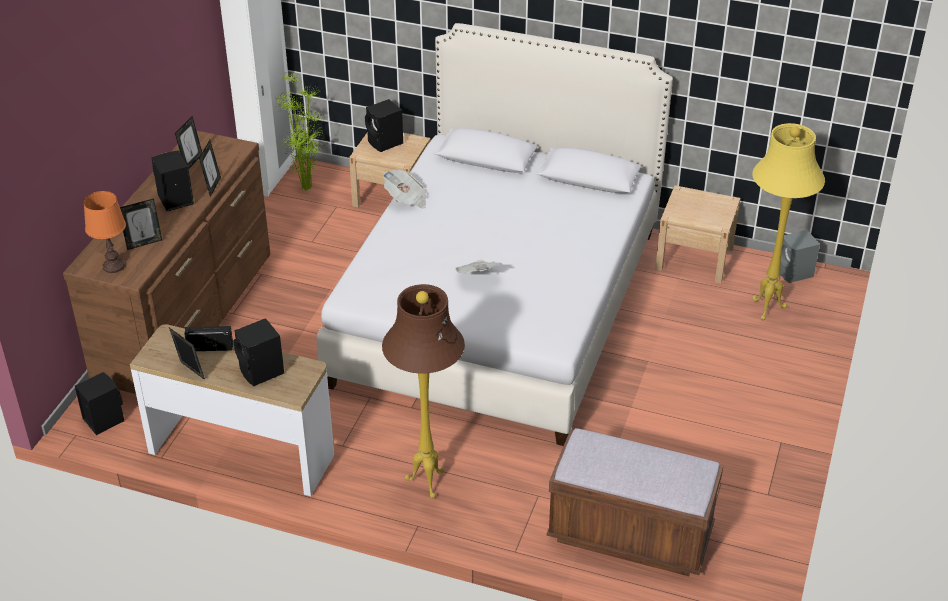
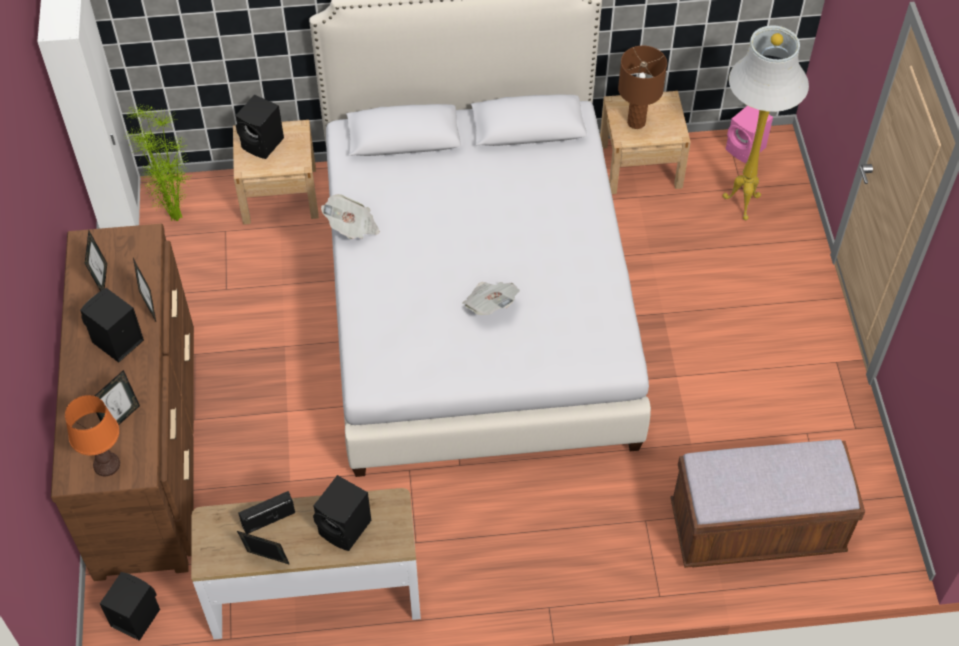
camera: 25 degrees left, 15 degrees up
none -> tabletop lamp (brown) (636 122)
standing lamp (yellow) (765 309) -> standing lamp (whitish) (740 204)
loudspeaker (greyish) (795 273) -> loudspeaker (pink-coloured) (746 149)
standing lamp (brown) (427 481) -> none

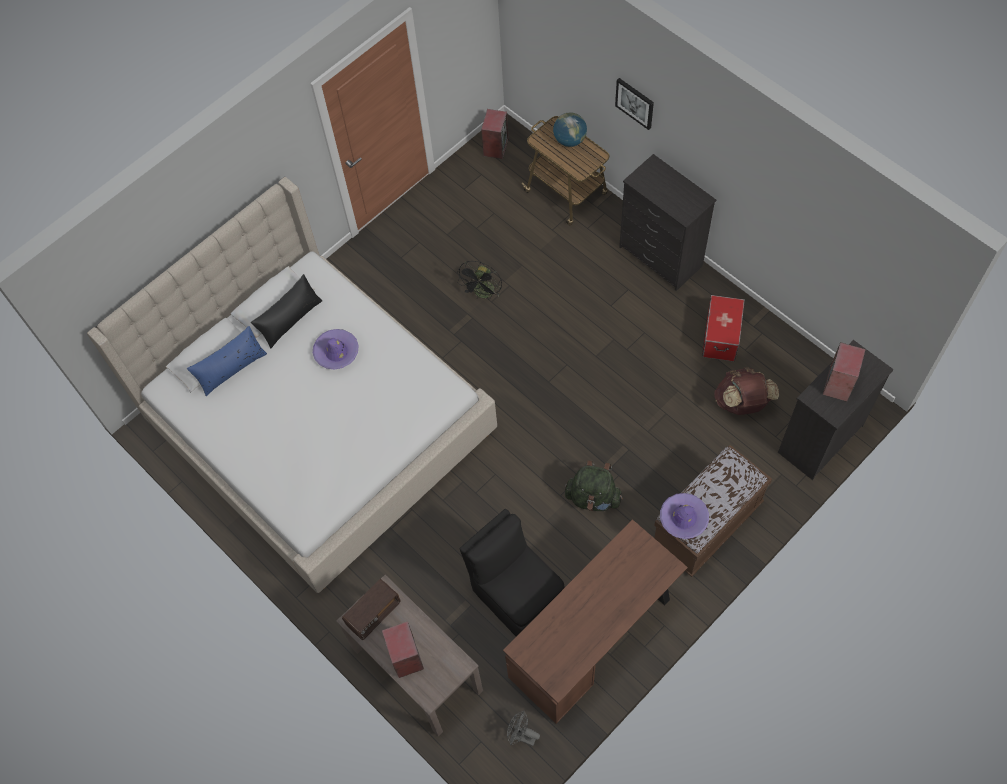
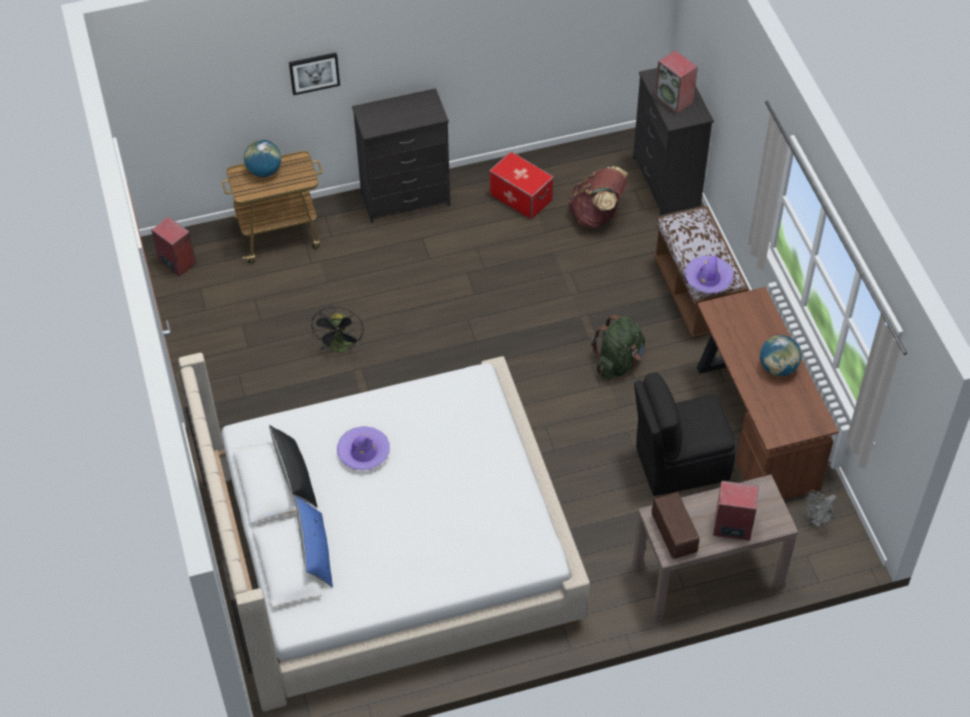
camera: 65 degrees left, 10 degrees down
fan (blackish) (483 294) -> fan (blackish) (341 348), 45 degrees clockwise
none -> globe (778 368)

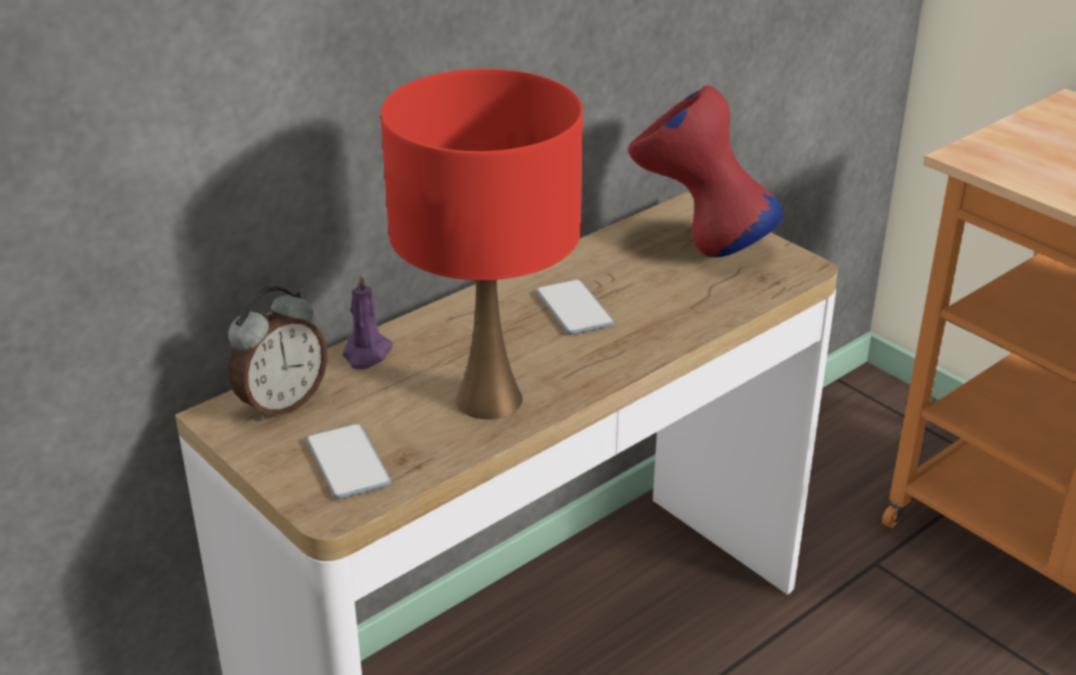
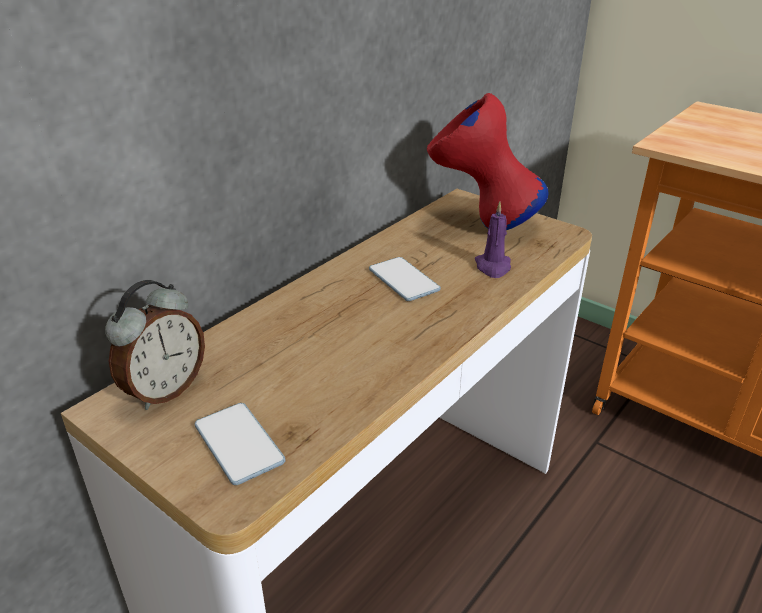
camera: 10 degrees left, 0 degrees up
candle (purplish) (366 354) -> candle (purplish) (493 267), move
tabletop lamp (red-coloured) (488 400) -> none

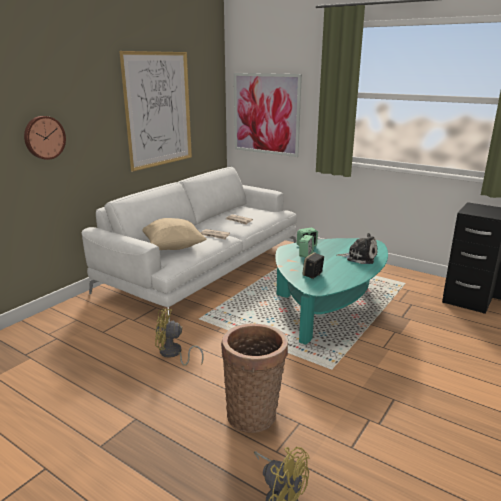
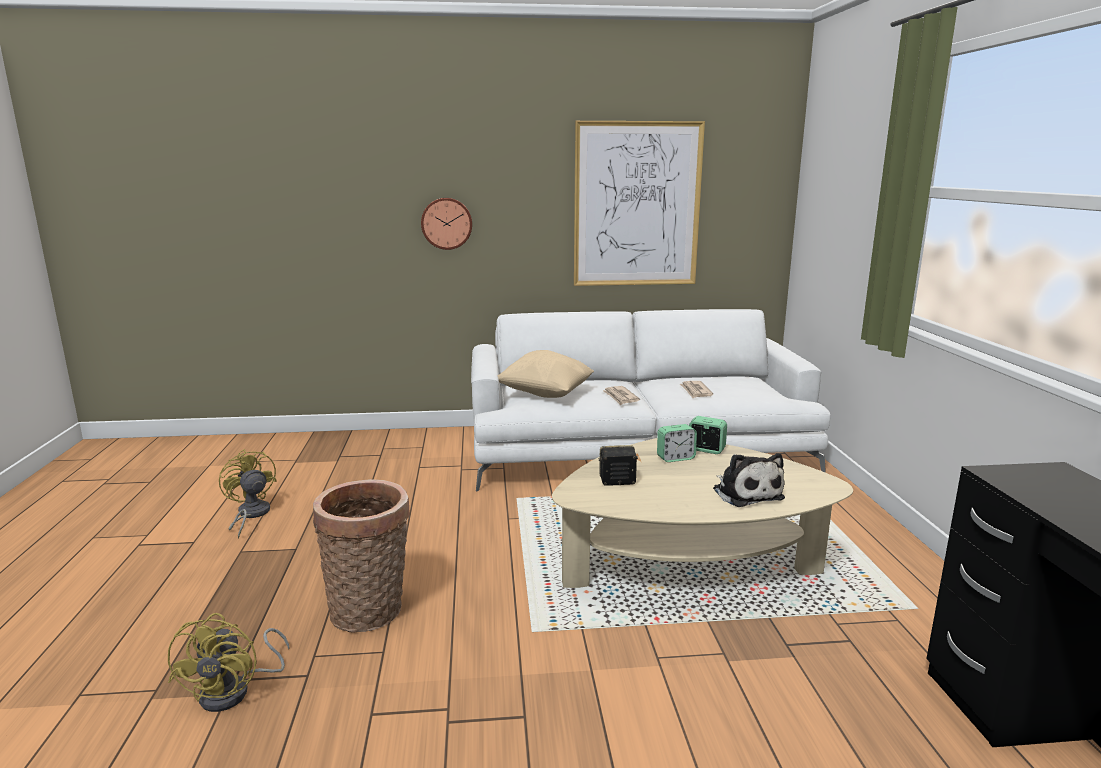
camera: 50 degrees right, 5 degrees down
fan (yellow) (173 354) -> fan (yellow) (250 515), move
low table (blue-green) (328 309) -> low table (sand-coloured) (689 569)
wall art (266 114) -> none

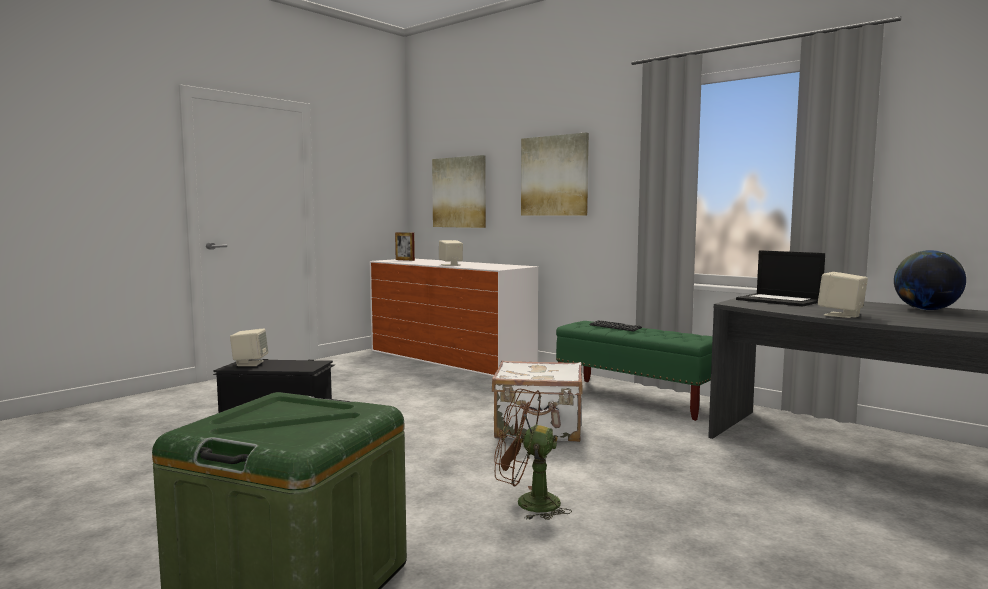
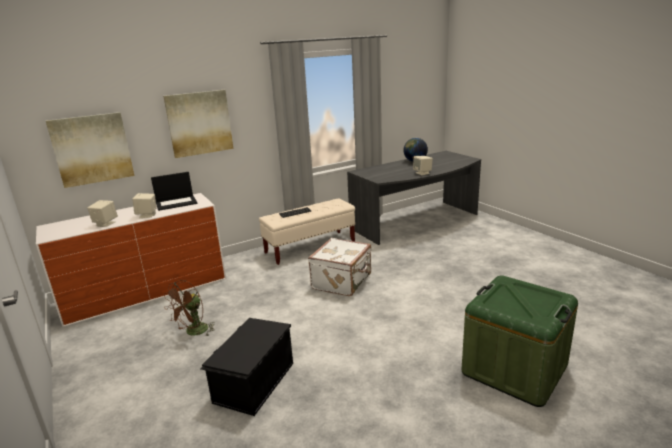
camera: 70 degrees left, 15 degrees up
loudspeaker (sand-coloured) (250 363) -> loudspeaker (sand-coloured) (105 223), move
portable computer (780 300) -> portable computer (176 203), move
fan (brown) (528 503) -> fan (brown) (193 332), move
indoor bench (greenish) (635 399) -> indoor bench (sand-coloured) (310 247)
picture frame (405 260) -> none

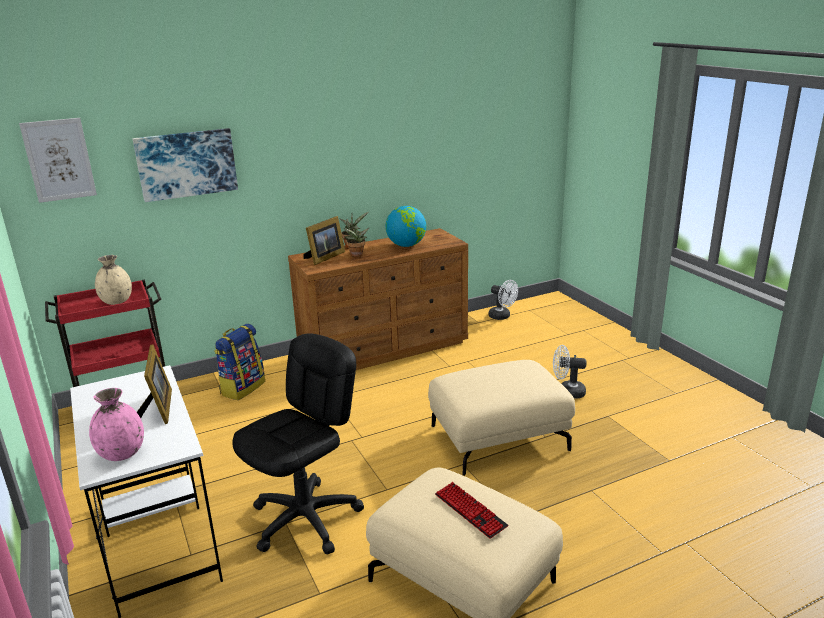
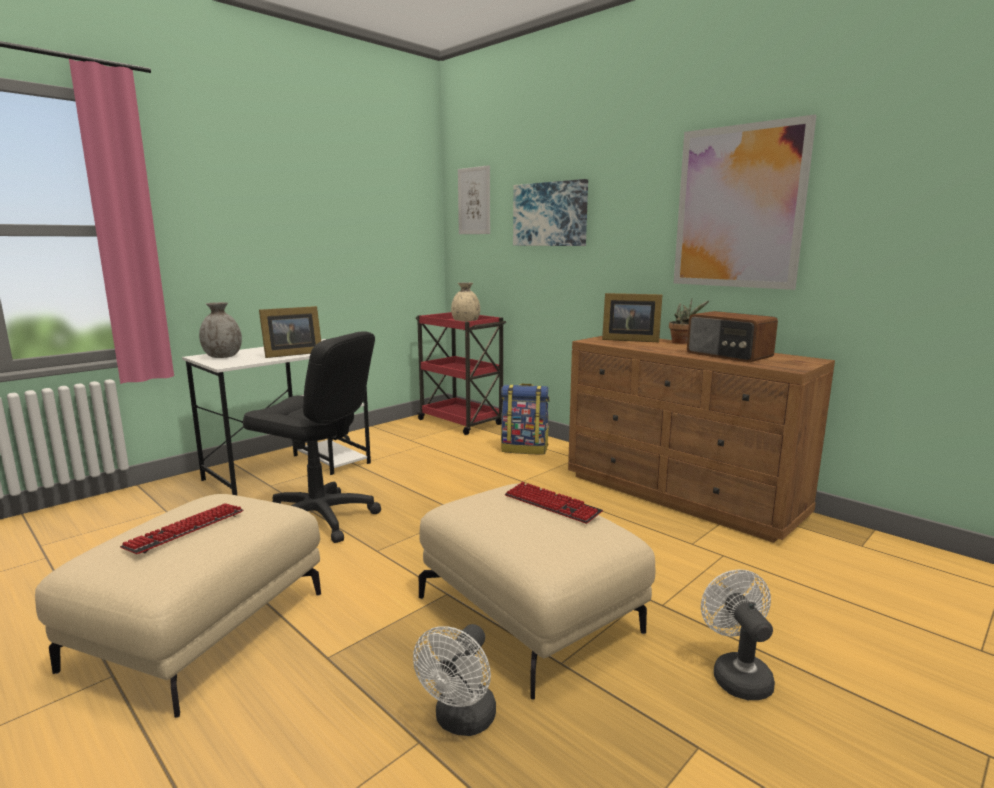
camera: 70 degrees right, 10 degrees down
decorative vase (pink-coloured) (122 454) -> decorative vase (greyish) (222 357)
fan (whitish) (502 316) -> fan (whitish) (461 722), move
none -> PC keyboard (552 504)
none -> wall art (738 207)
globe (406 245) -> radio (728 355)
potted plant (356 255) -> none

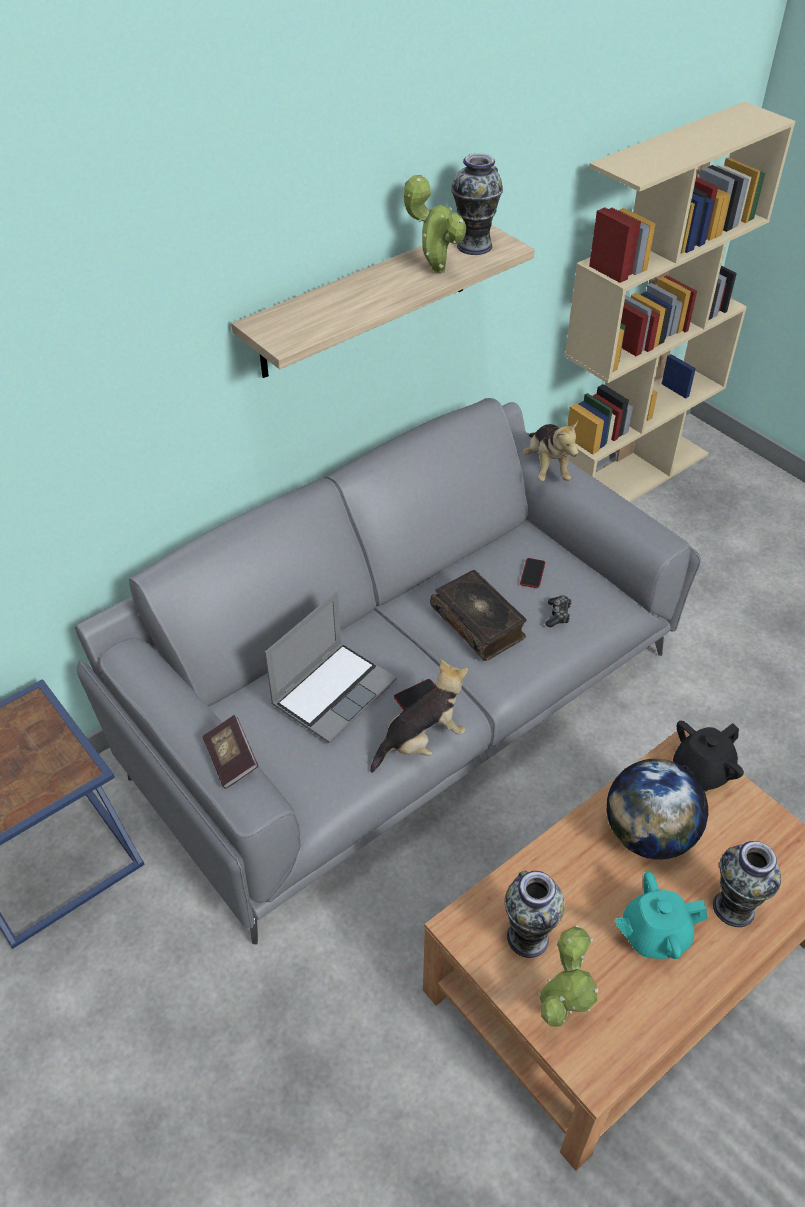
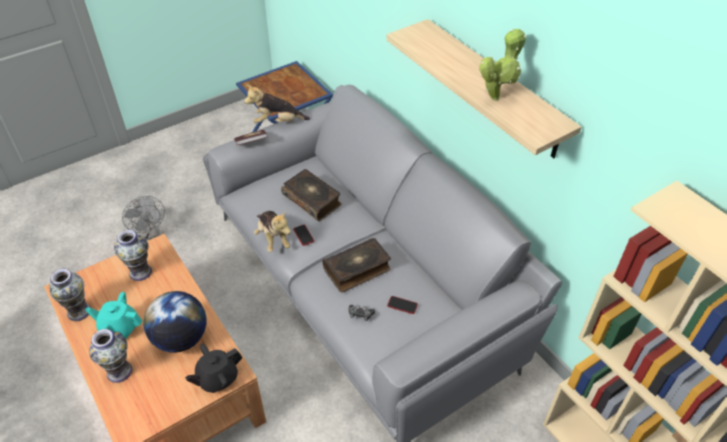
camera: 95 degrees right, 0 degrees up
decorative vase (474 246) -> decorative vase (78 311), move
tea pot (blue-green) (654 934) -> tea pot (blue-green) (120 327), 75 degrees counterclockwise
none -> fan (greyish) (150 233)
tea pot (blackish) (700 771) -> tea pot (blackish) (217 378), 90 degrees counterclockwise
plush toy (547 467) -> plush toy (277 122), move
portable computer (333 691) -> volume (312 200)
potted plant (560 1010) -> none

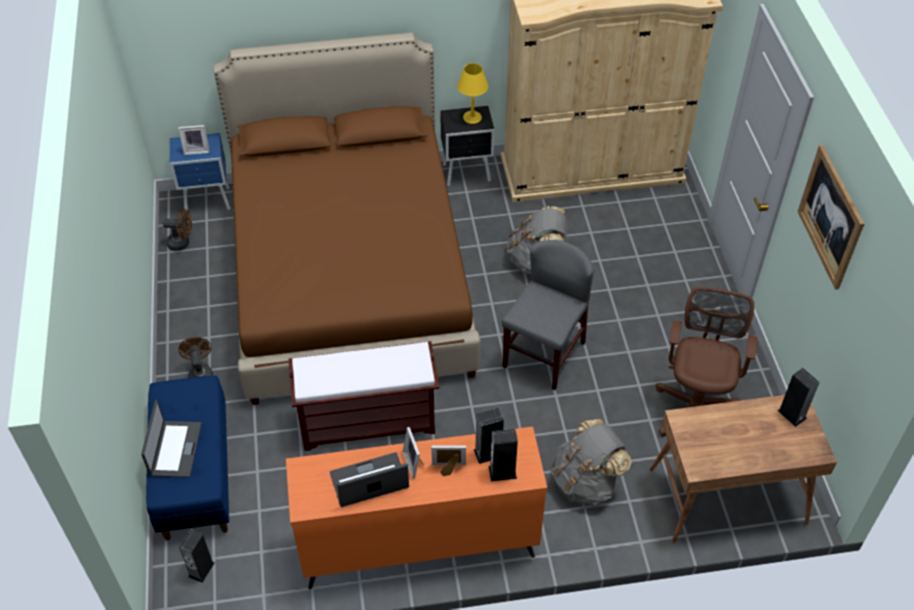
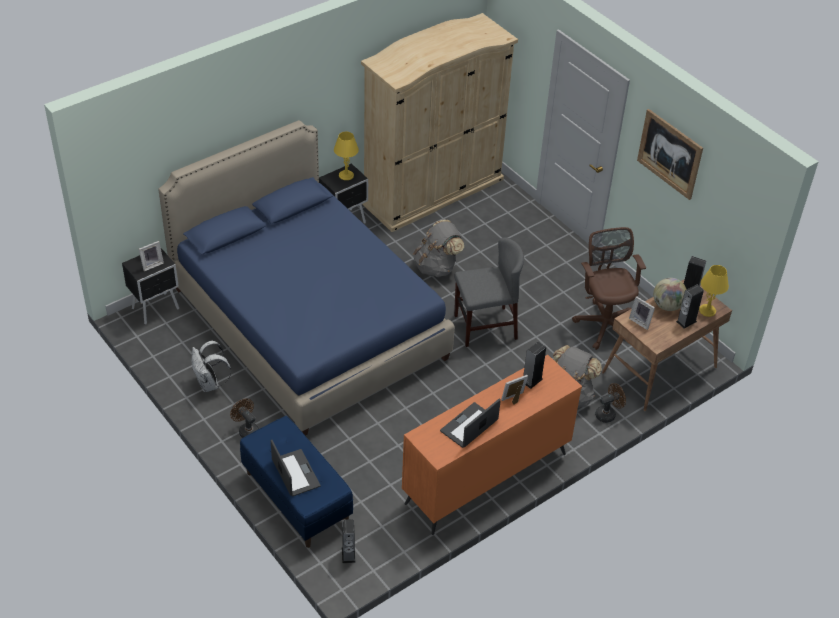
camera: 30 degrees left, 5 degrees down
night table (blue) (208 201) -> night table (blackish) (157 308)
bed (brown) (349 275) -> bed (blue) (308 323)
none -> knapsack (whitish) (210 384)
plain chair (greyish) (544 355) -> plain chair (greyish) (485 327), 75 degrees clockwise
fan (brown) (182 243) -> fan (brown) (608 414), move
picture frame (414 463) -> picture frame (640 321), move
none -> globe (667 306)
loudspeaker (502 472) -> loudspeaker (686 321), move
none -> tabletop lamp (yellow) (707 310)
indoor bench (brown) (369 421) -> none

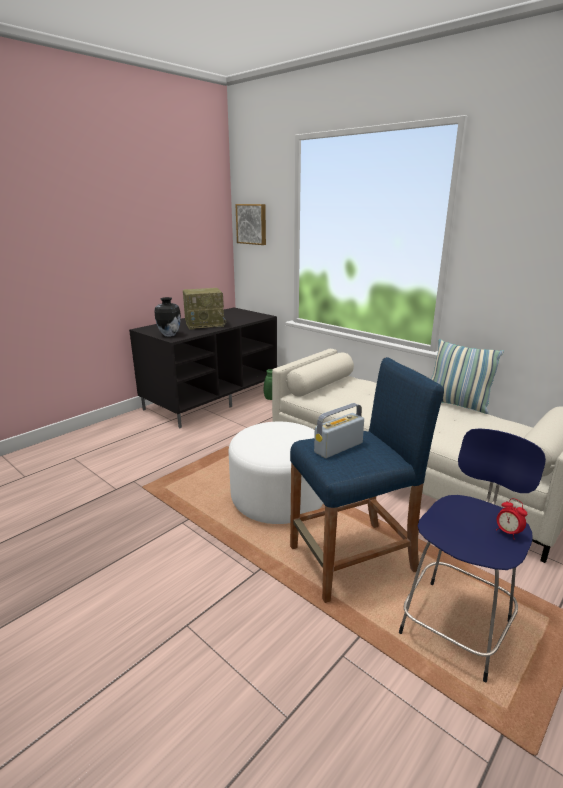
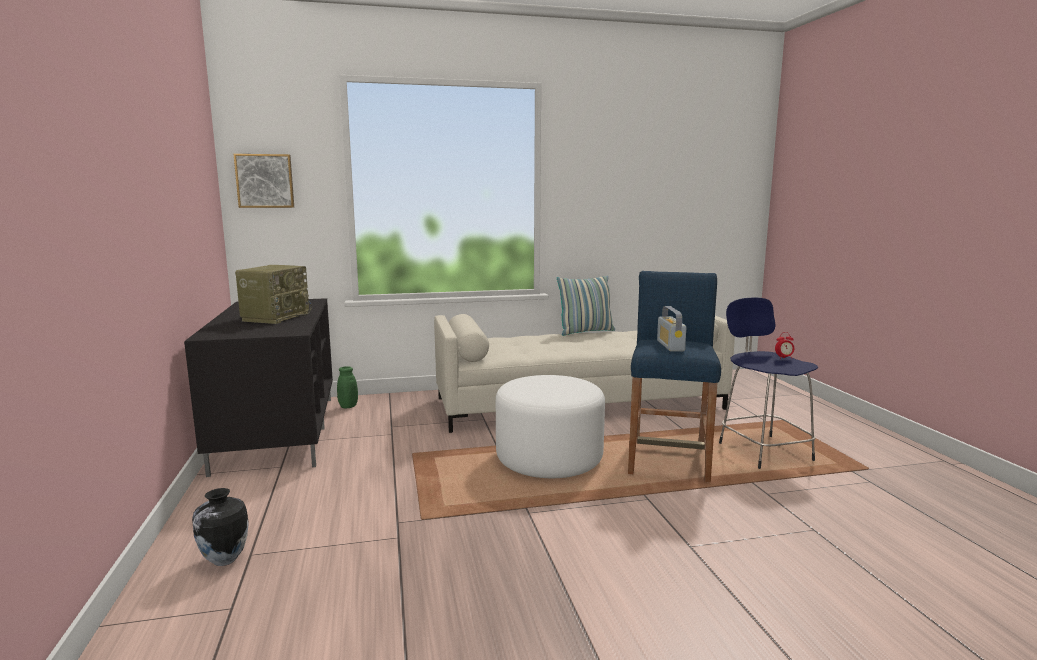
camera: 55 degrees left, 10 degrees down
decorative vase (169 335) -> decorative vase (224 560), move

